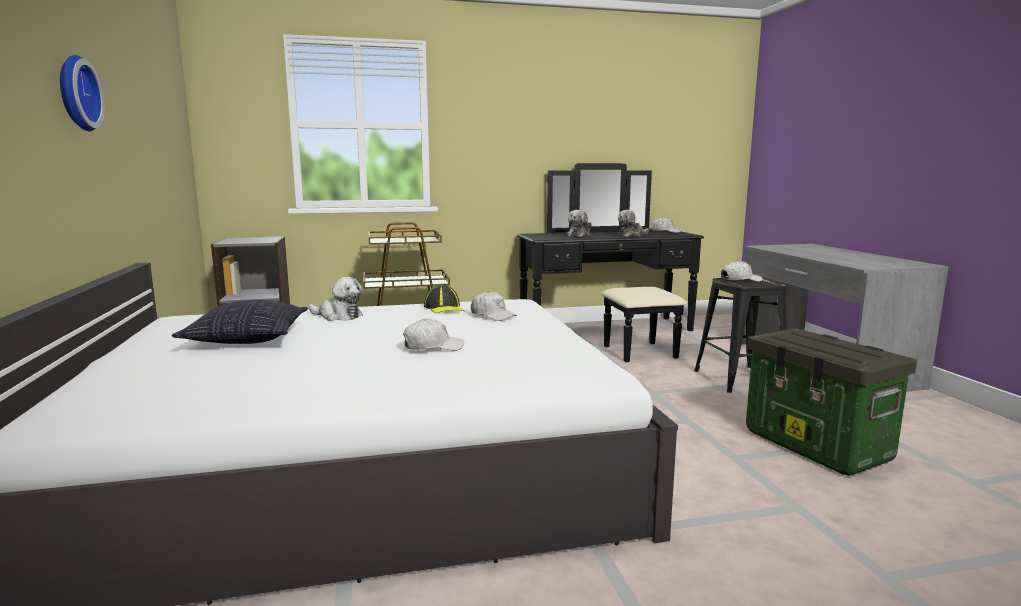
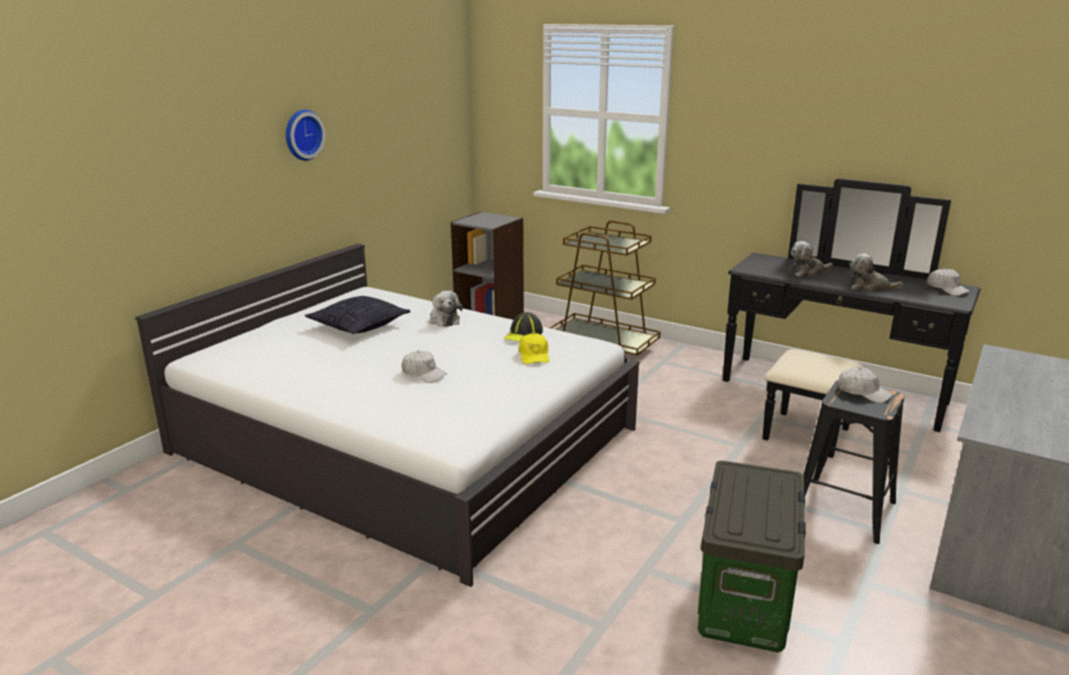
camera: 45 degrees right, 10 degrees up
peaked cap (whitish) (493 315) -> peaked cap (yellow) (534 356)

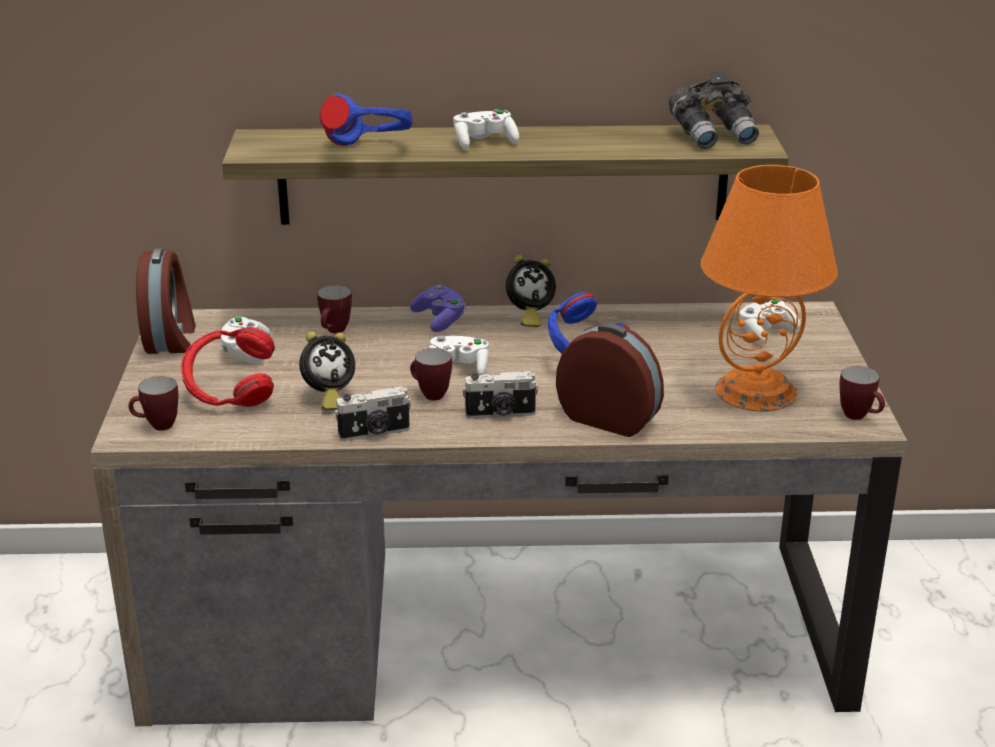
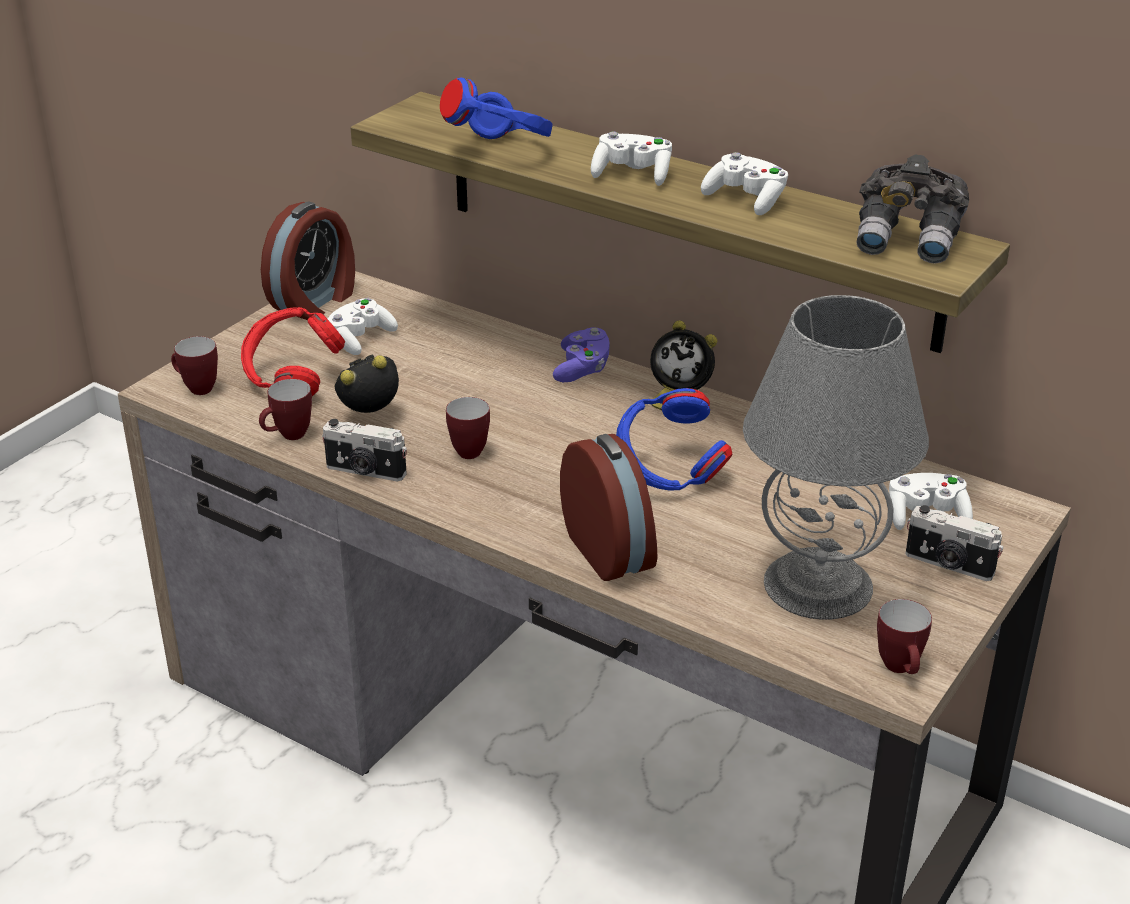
camera: 35 degrees right, 5 degrees up
tea mug (334 332) -> tea mug (288 437), move
table clock (327 397) -> table clock (371 416), 150 degrees clockwise
joypad (whitish) (458 369) -> joypad (whitish) (746 200), move
tabletop lamp (orangey) (756 391) -> tabletop lamp (greyish) (816 585)
still camera (500 414) -> still camera (948 565), move

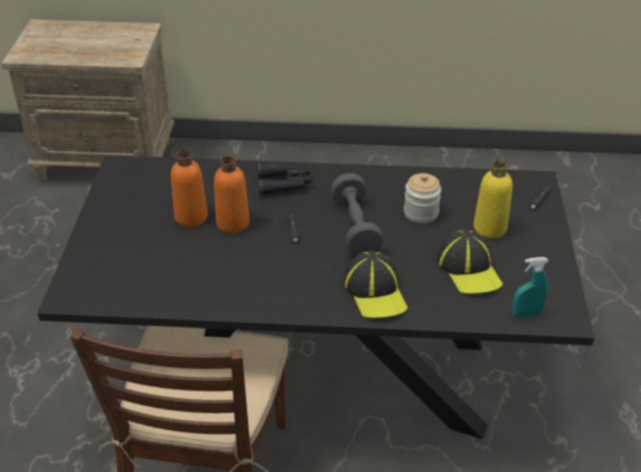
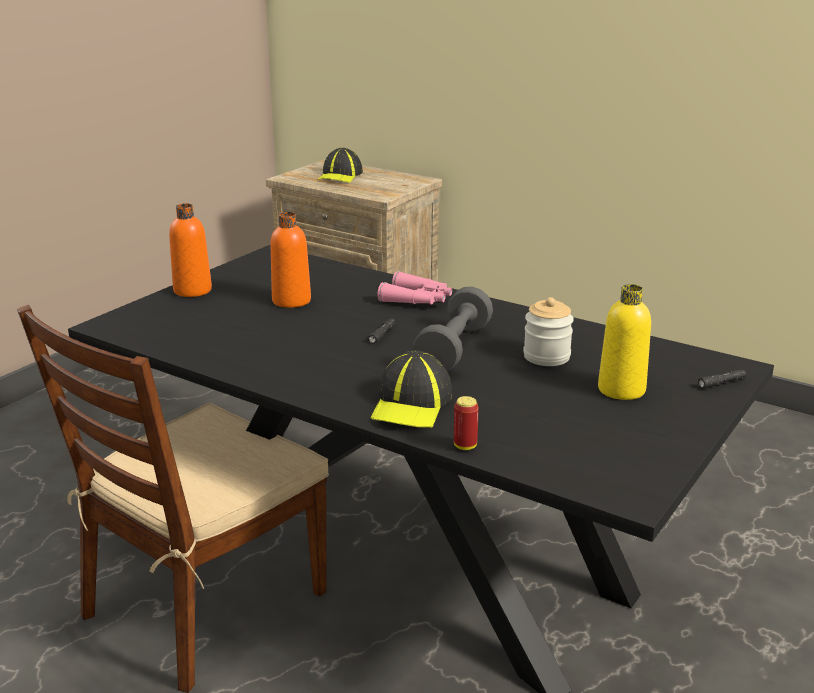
camera: 30 degrees right, 15 degrees down
beverage bottle (orangey) (232 223) -> beverage bottle (orangey) (192 290), move
peaked cap (469 269) -> peaked cap (340 175), move
field glasses (blackish) (284 184) -> field glasses (pink-coloured) (417 300)
none -> sealed can (465 446)
sprayer (blue-green) (526 314) -> none

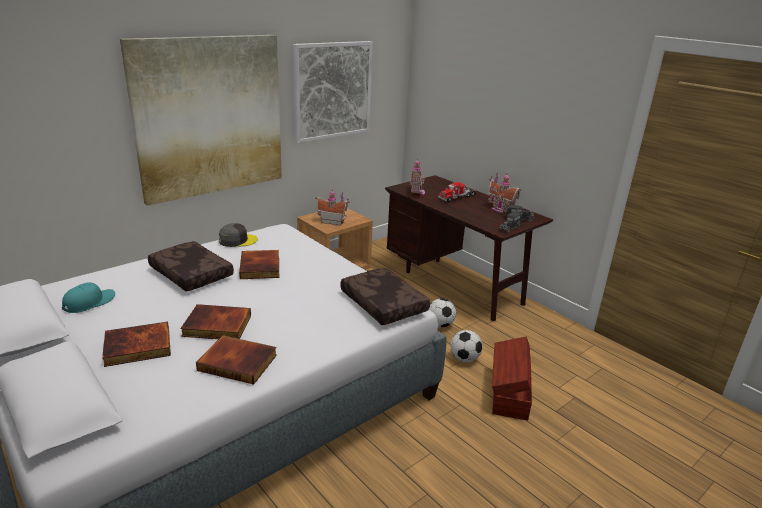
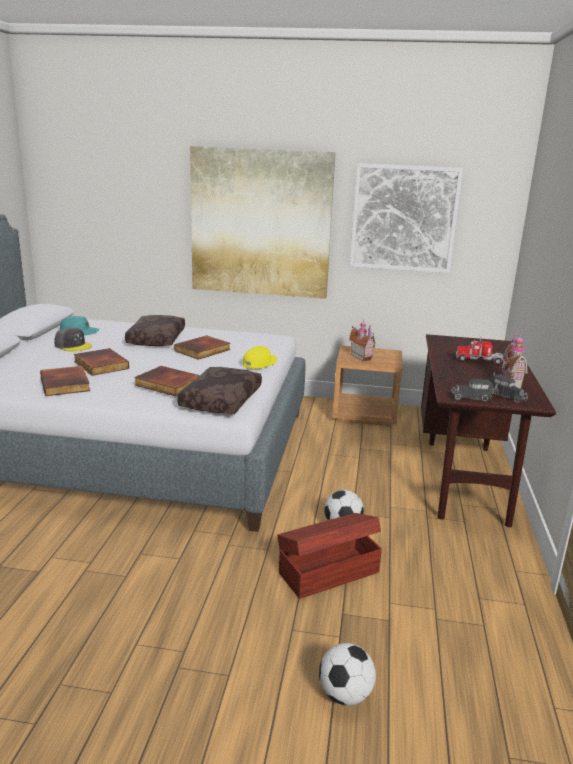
camera: 50 degrees right, 5 degrees down
peaked cap (greyish) (237 240) -> peaked cap (greyish) (73 345), move
volume (137 348) -> volume (167 384), move
none -> peaked cap (yellow) (259 363)
ball for football (440 325) -> ball for football (344 695), move
miniature house (417 193) -> none

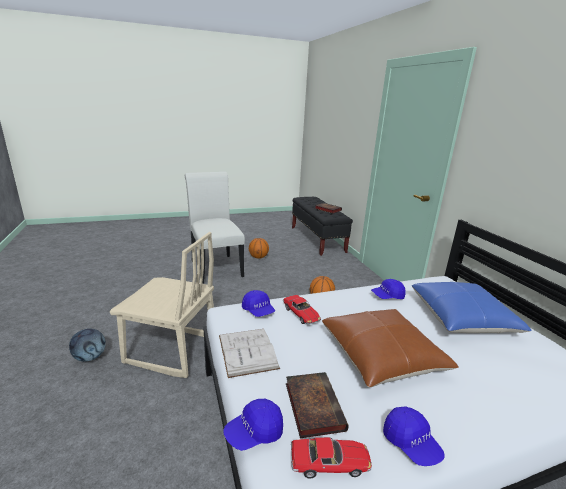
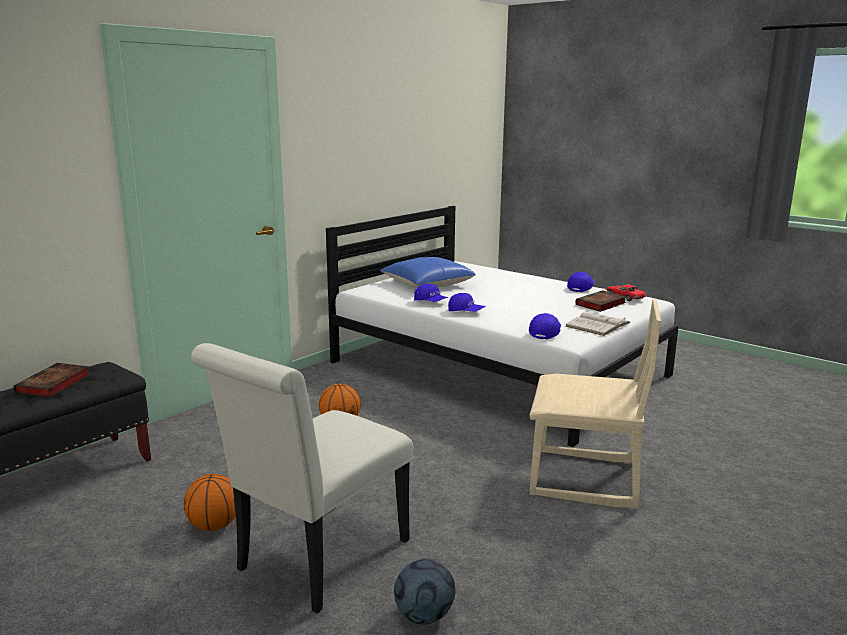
camera: 120 degrees left, 5 degrees down
ball for football (90 357) -> ball for football (424 616), move
peaked cap (blue) (254 433) -> peaked cap (blue) (466 312), move
plain chair (sand-coloured) (171 350) -> plain chair (sand-coloured) (584 479), 120 degrees clockwise
model car (301 314) -> none
cushion (brown) (381 356) -> none

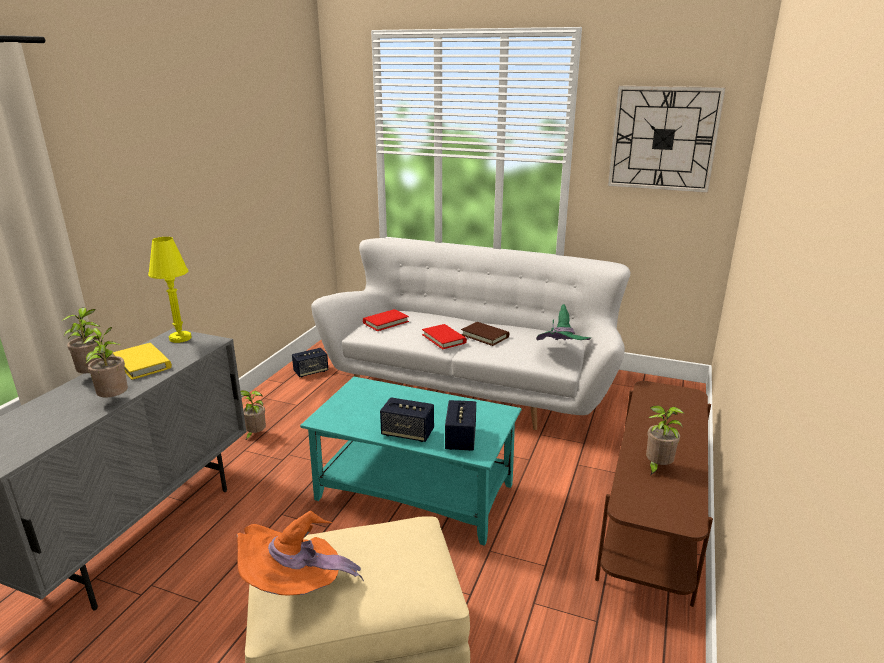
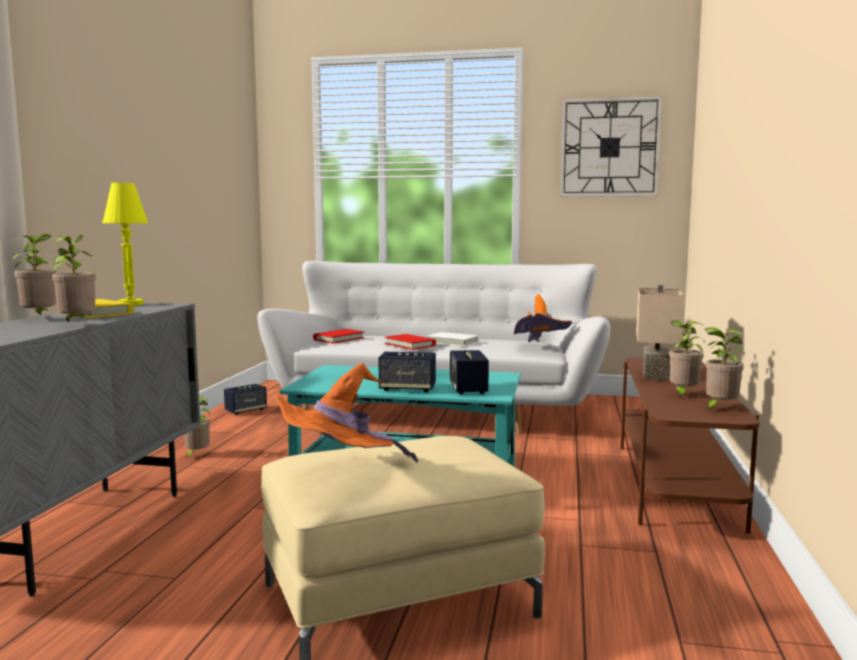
camera: 10 degrees left, 15 degrees down
volume (brown) (485 336) -> volume (whitish) (453 342)
clothing hat (greenish) (560 355) -> clothing hat (orangey) (540 348)
none -> tabletop lamp (sand-coloured) (658 376)
none -> potted plant (719 408)

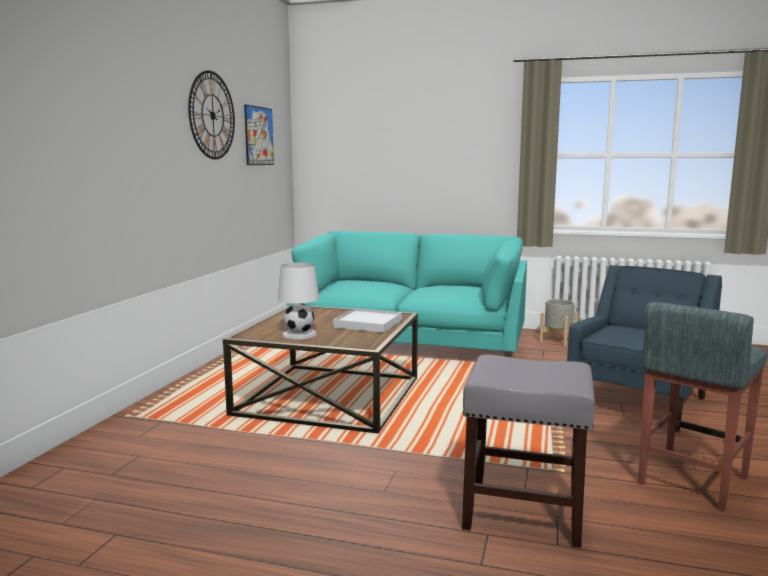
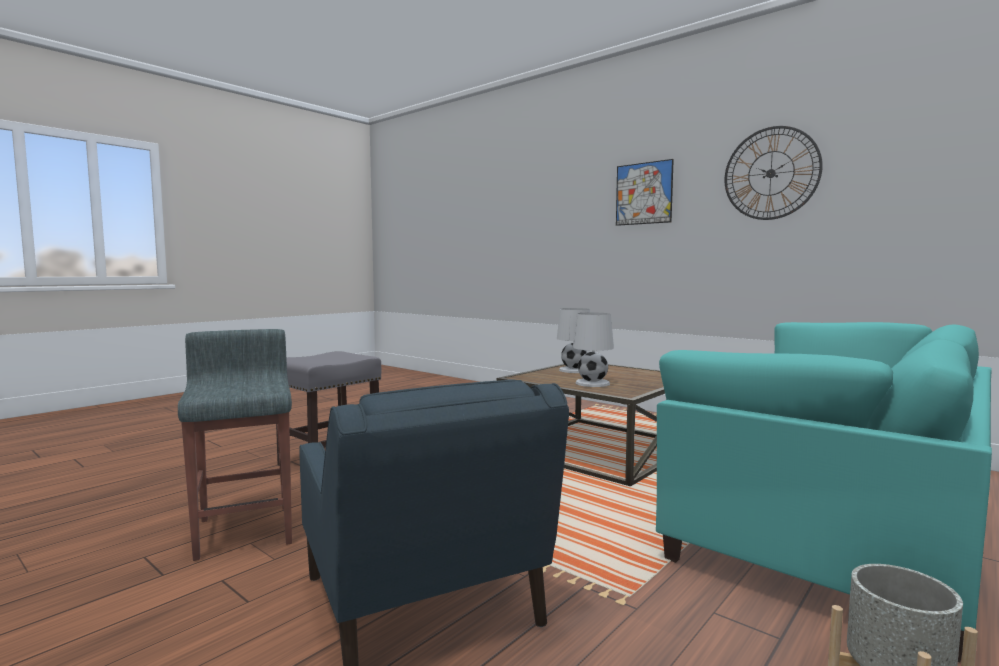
camera: 115 degrees right, 5 degrees down
serving tray (whitish) (368 324) -> tabletop lamp (whitish) (592 383)
wall art (259 136) -> wall art (643 193), move

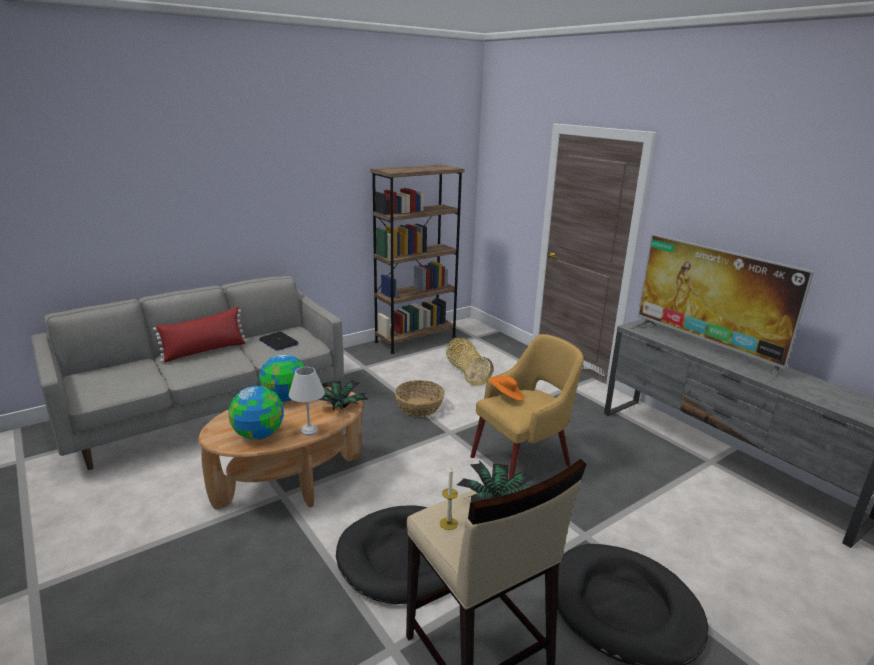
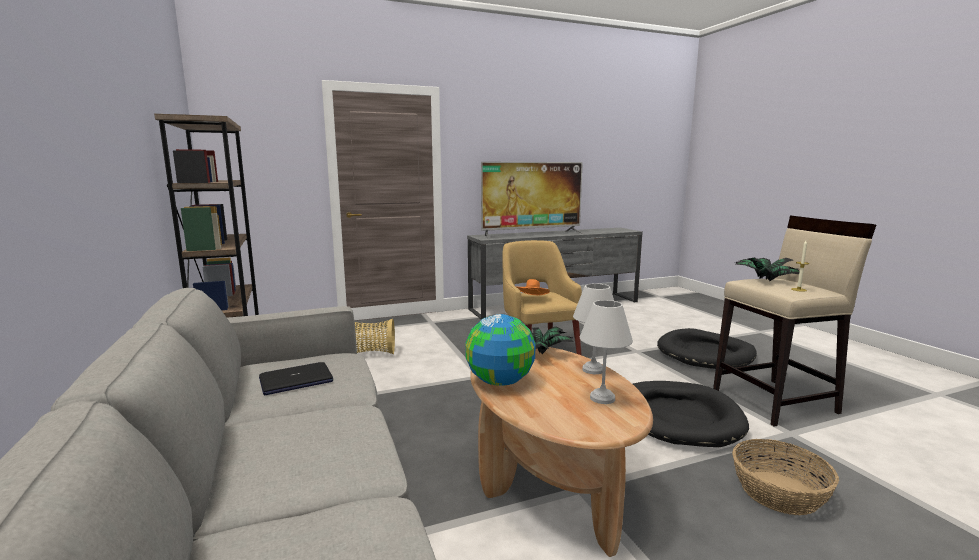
camera: 75 degrees left, 10 degrees down
globe (259 434) -> tabletop lamp (whitish) (601 398)
household basket (419 407) -> household basket (778 492), move
cushion (red-coloured) (205 351) -> none

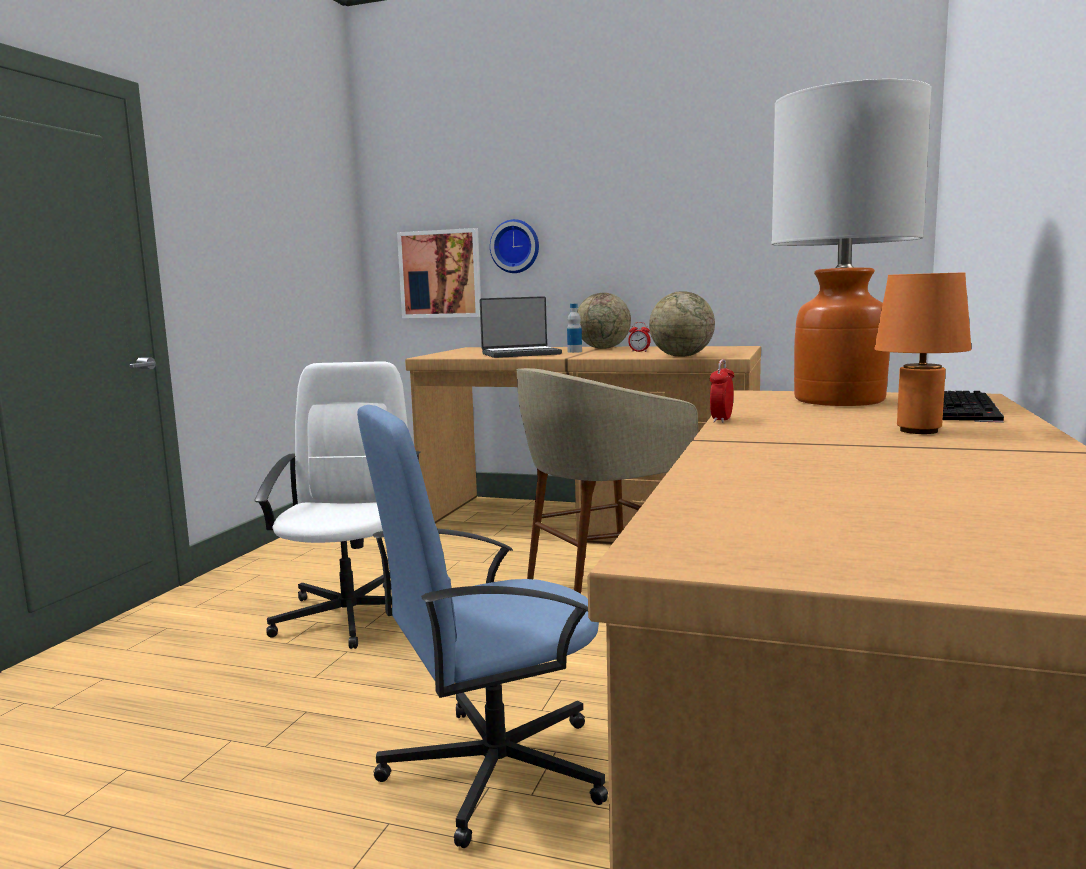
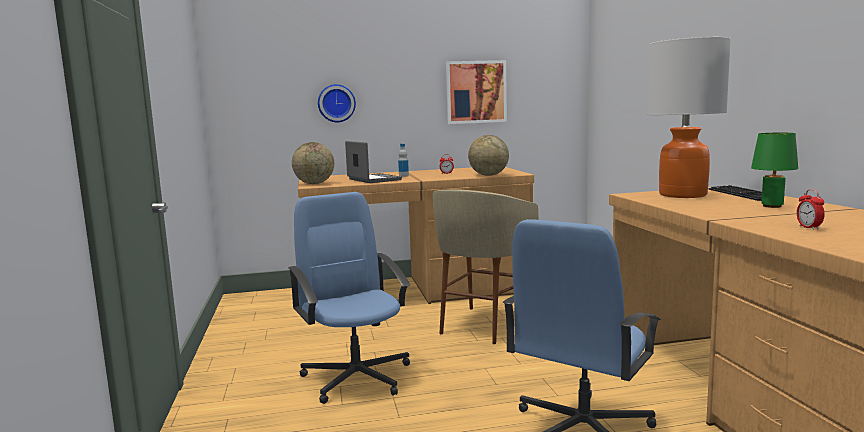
camera: 30 degrees left, 0 degrees up
computer chair (whitish) (351 615) -> computer chair (blue) (356 376)
globe (603 348) -> globe (314 183), move
portable computer (521 354) -> portable computer (373 180), 75 degrees counterclockwise
wall art (440 274) -> wall art (476 92), move
tabletop lamp (orangey) (919 431) -> tabletop lamp (greenish) (772 206)
table clock (721 420) -> table clock (809 227), move

